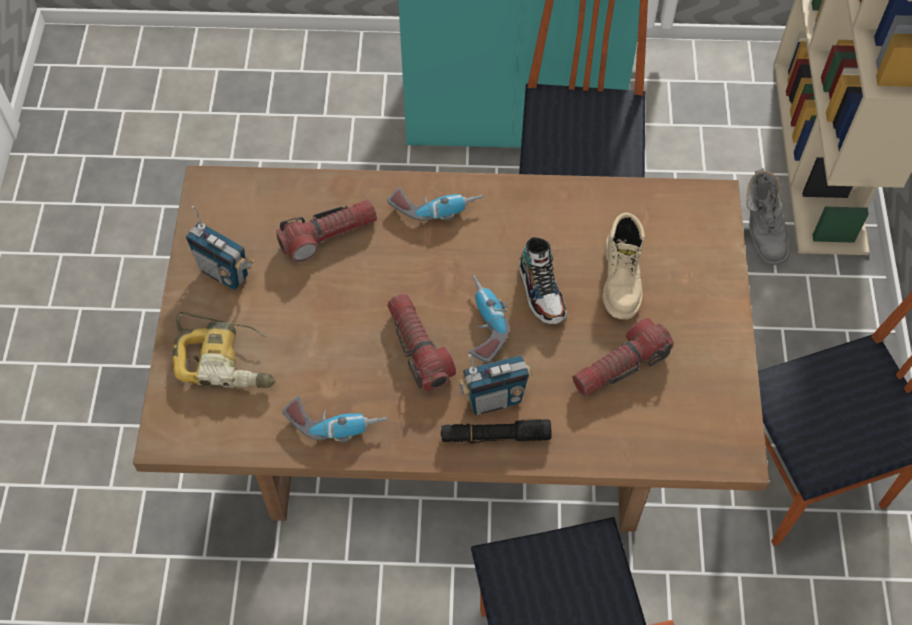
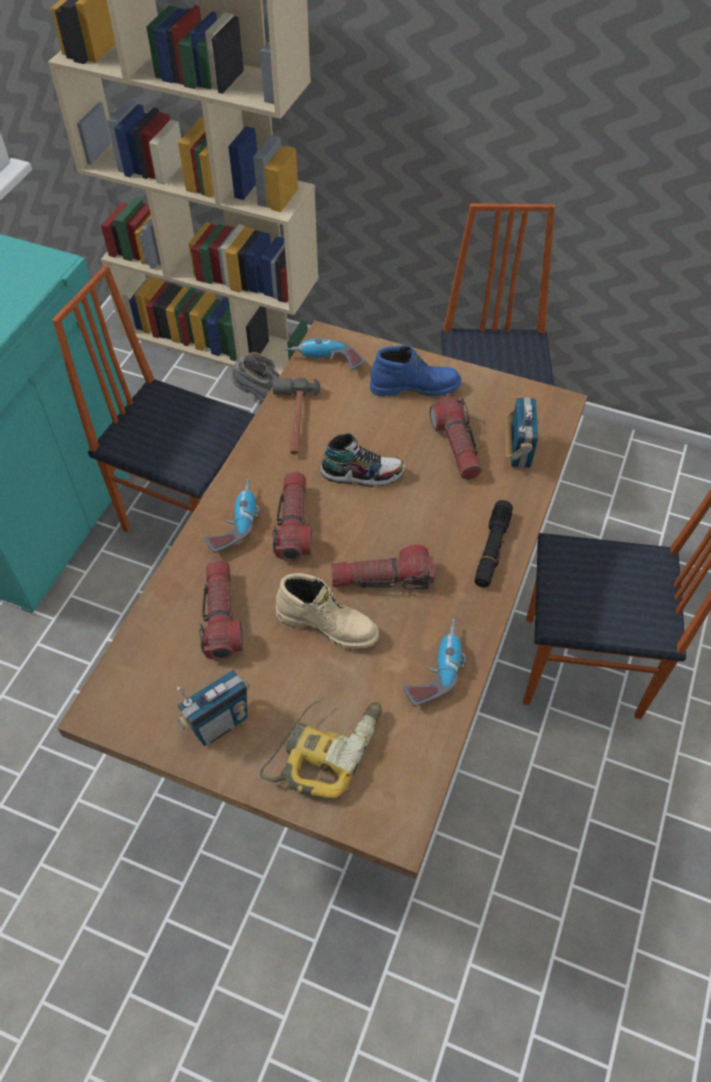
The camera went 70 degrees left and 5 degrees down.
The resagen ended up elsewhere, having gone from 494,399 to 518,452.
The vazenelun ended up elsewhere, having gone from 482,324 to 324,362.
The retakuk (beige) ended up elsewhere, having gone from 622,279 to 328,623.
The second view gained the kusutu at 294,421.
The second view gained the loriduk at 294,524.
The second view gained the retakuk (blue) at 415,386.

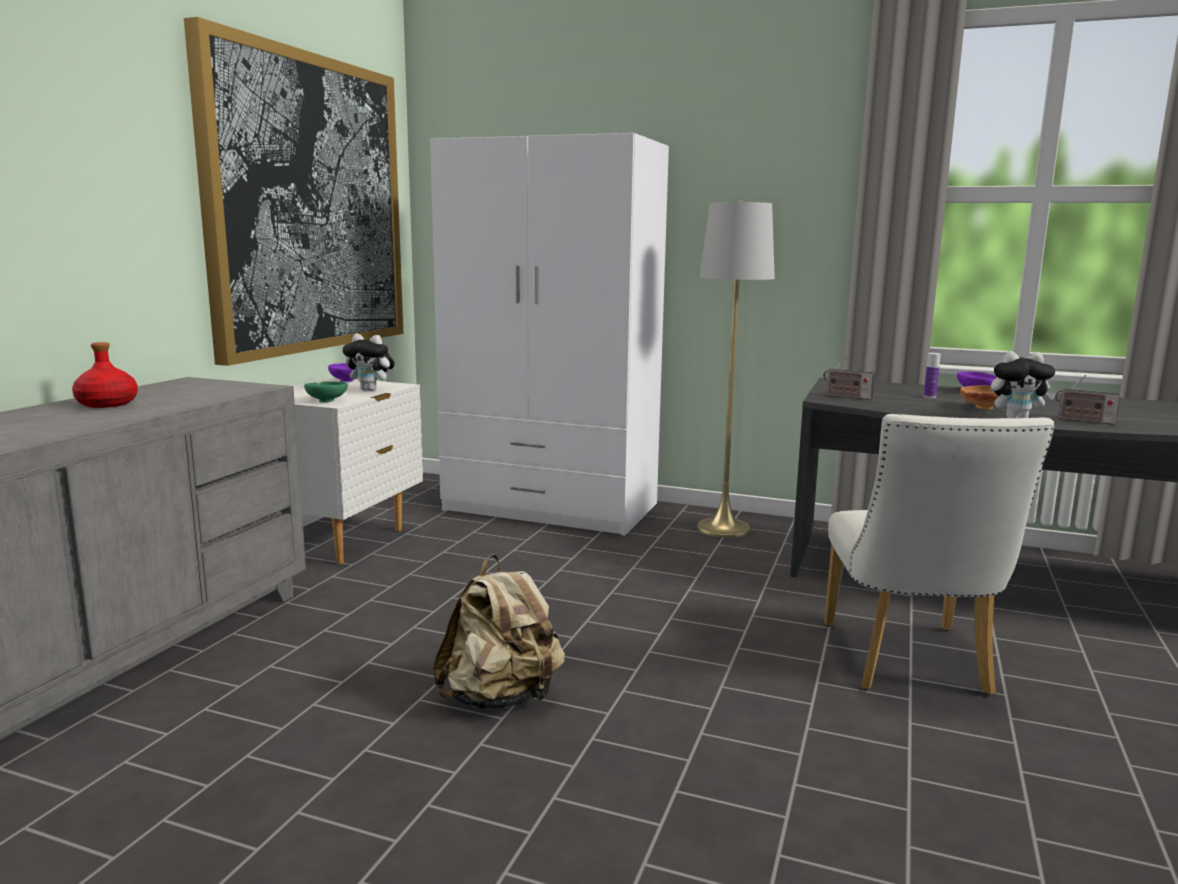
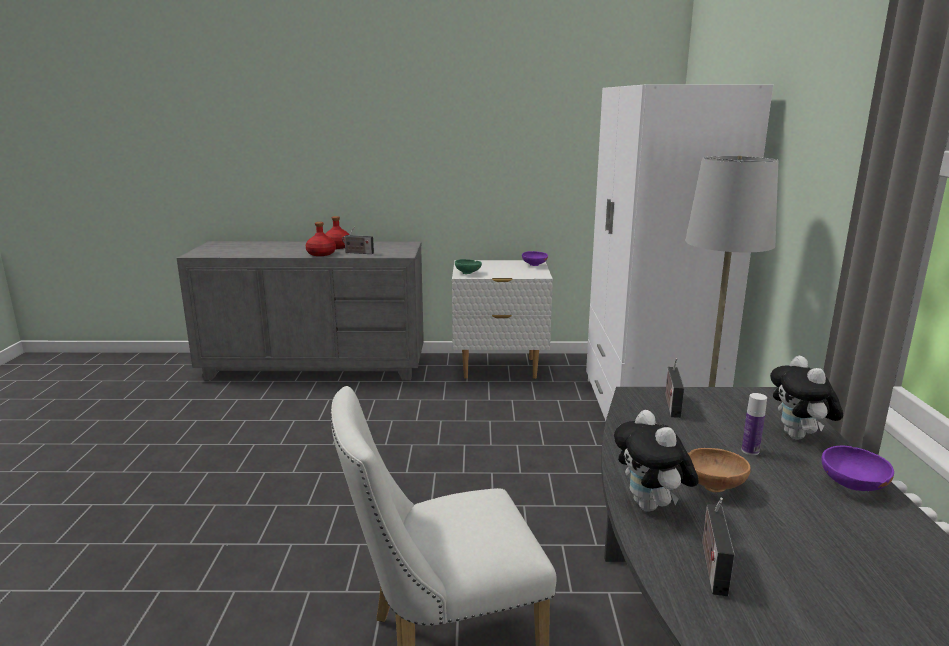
The camera went 70 degrees right and 5 degrees up.
The second view lost the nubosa at 308,205.
The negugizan ended up elsewhere, having gone from 371,390 to 799,437.
The second view lost the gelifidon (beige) at 501,698.
The second view gained the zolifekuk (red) at 321,254.
The second view gained the resagen at 357,253.

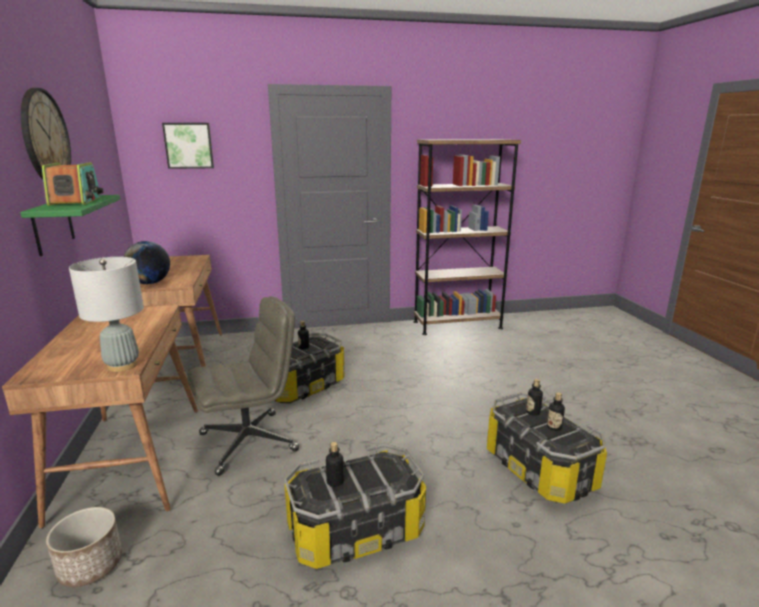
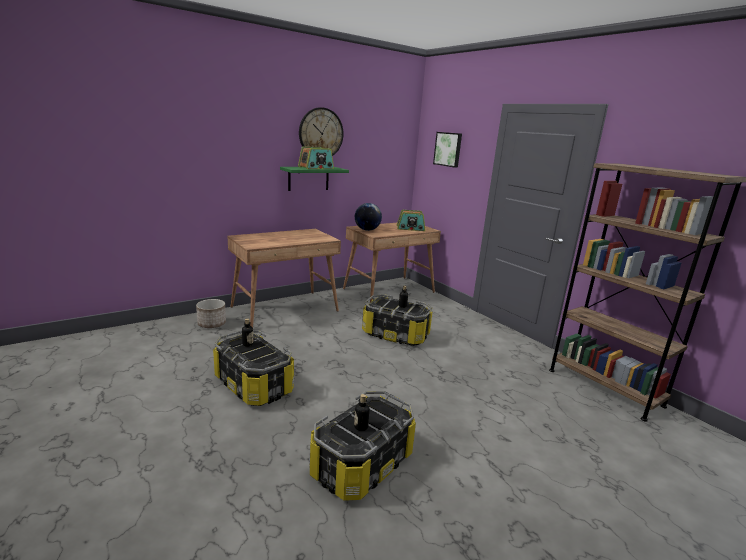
The camera went 65 degrees right and 0 degrees up.
The second view lost the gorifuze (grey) at 122,366.
The second view lost the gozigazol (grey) at 249,441.
The second view lost the zolifekuk at 533,412.
The second view gained the resagen at 410,228.

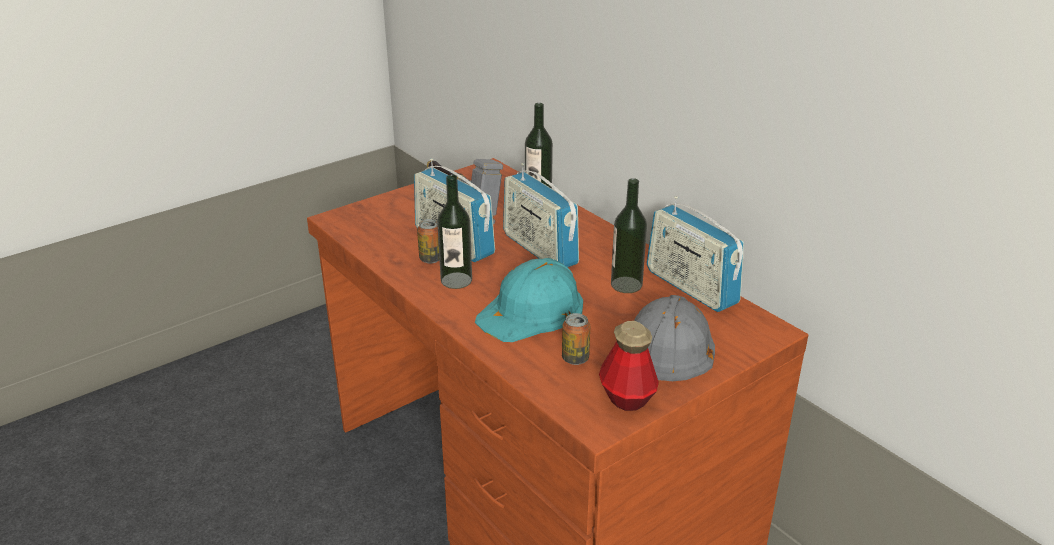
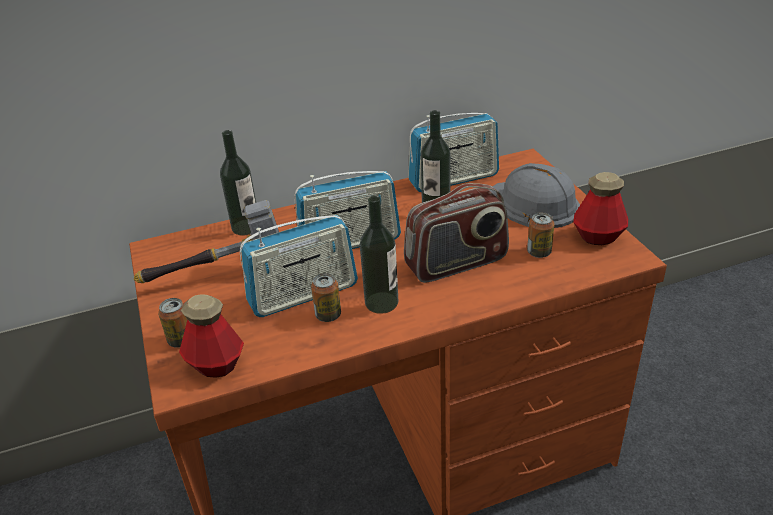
The camera went 70 degrees left and 5 degrees up.
Where the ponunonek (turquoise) stood at 532,310, the resagen came to stand at 456,263.
The second view gained the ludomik at 181,340.
The second view gained the zolifekuk at 216,365.

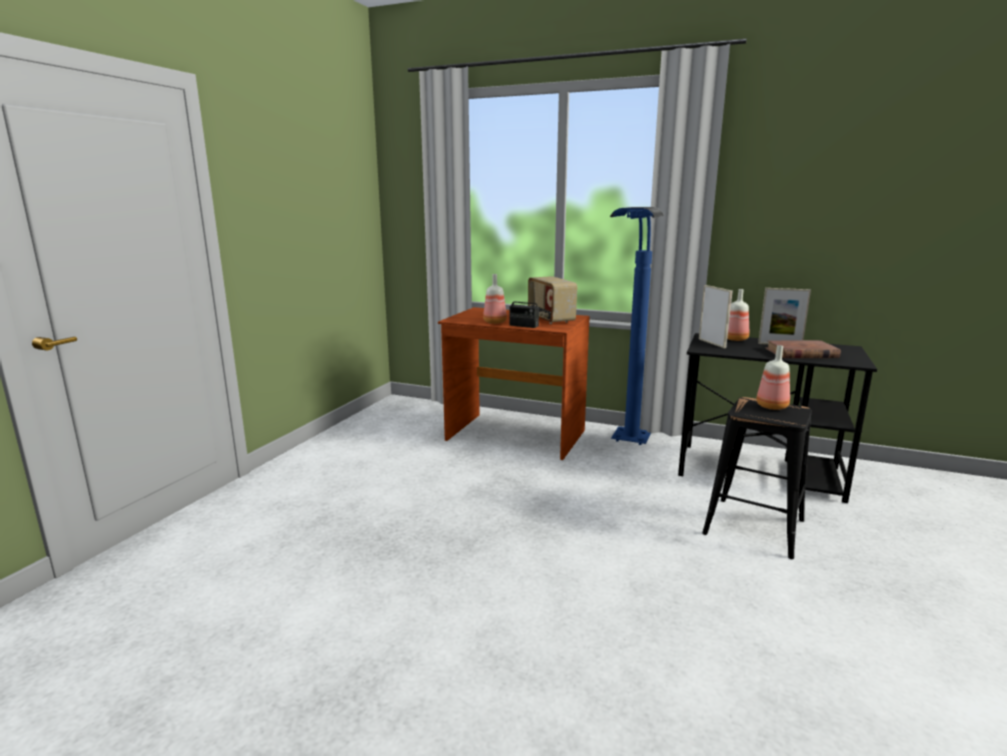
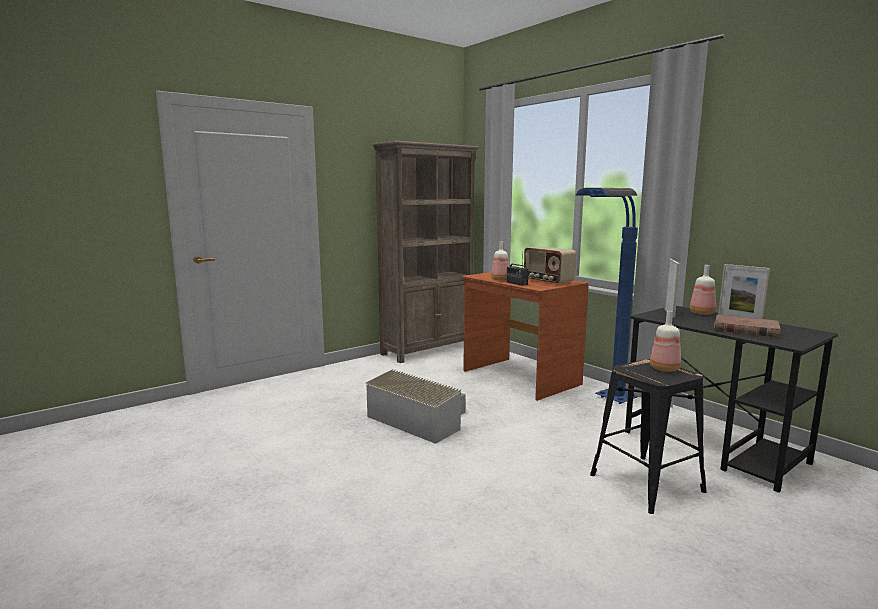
The camera went 30 degrees right and 5 degrees down.
The resagen at 550,319 ended up facing another way, 45 degrees counterclockwise from before.
The second view gained the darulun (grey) at 419,418.
The second view gained the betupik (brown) at 428,350.

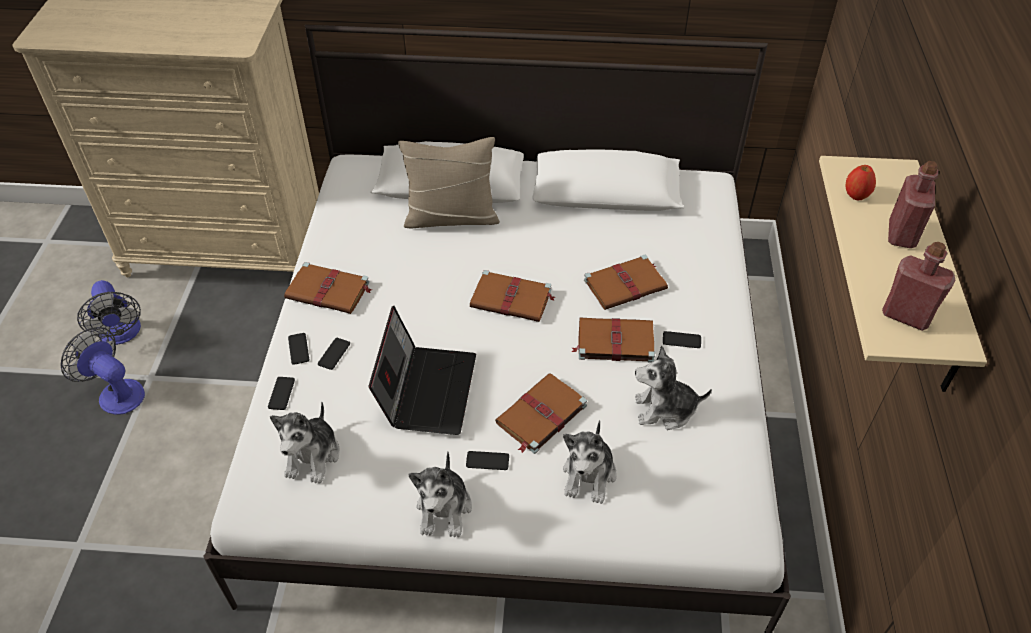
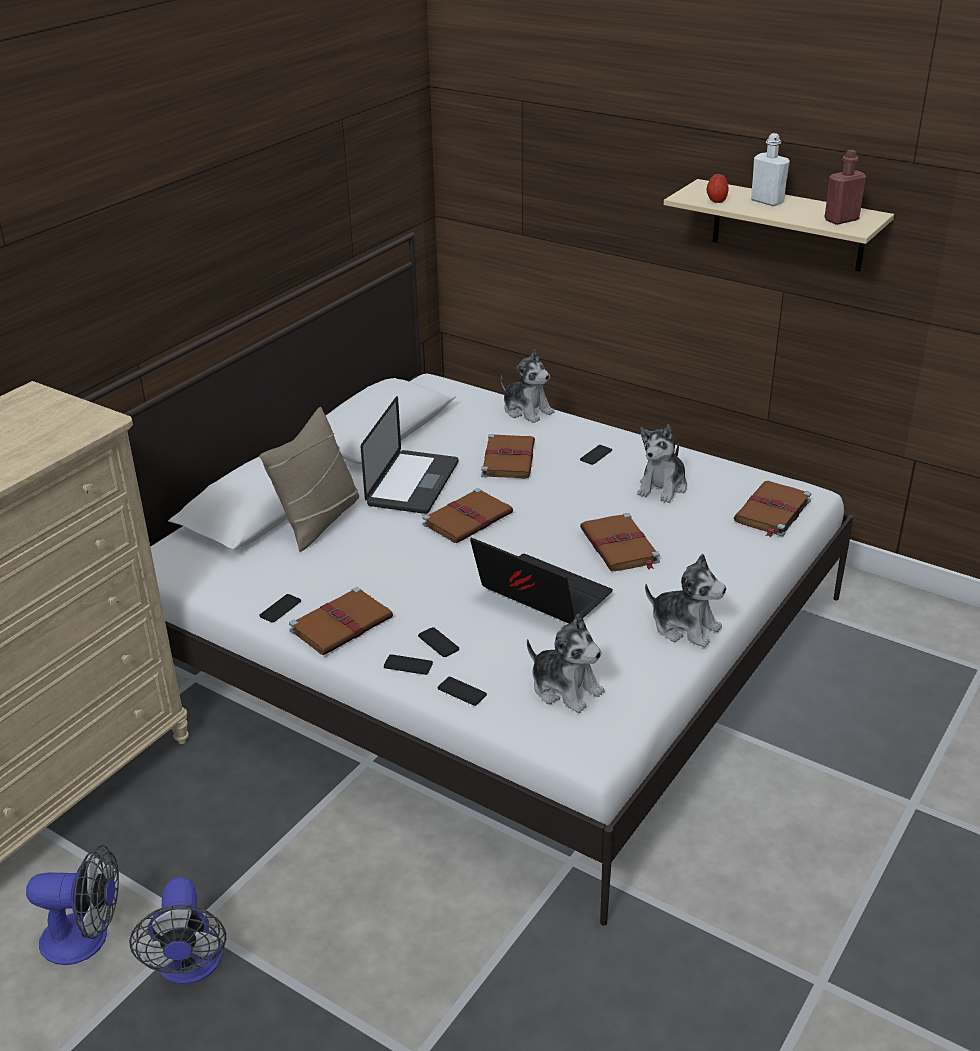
The camera went 60 degrees left and 15 degrees down.
The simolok at 116,393 ended up facing another way, 75 degrees counterclockwise from before.
The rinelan ended up elsewhere, having gone from 487,461 to 280,609.
The negugizan ended up elsewhere, having gone from 589,475 to 527,410.
The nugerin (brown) ended up elsewhere, having gone from 614,341 to 772,512.
What was the zolifekuk (red) at 901,234 turned into the zolifekuk (white) at 767,201.
The second view gained the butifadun at 413,483.

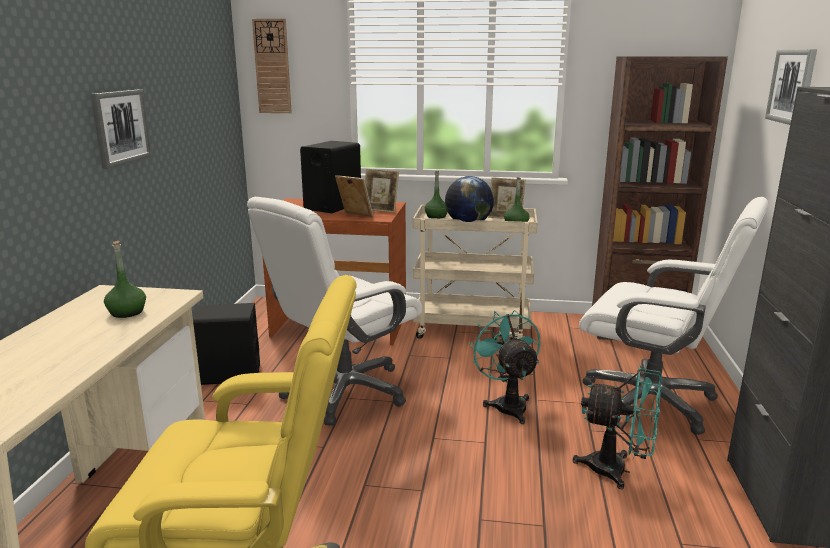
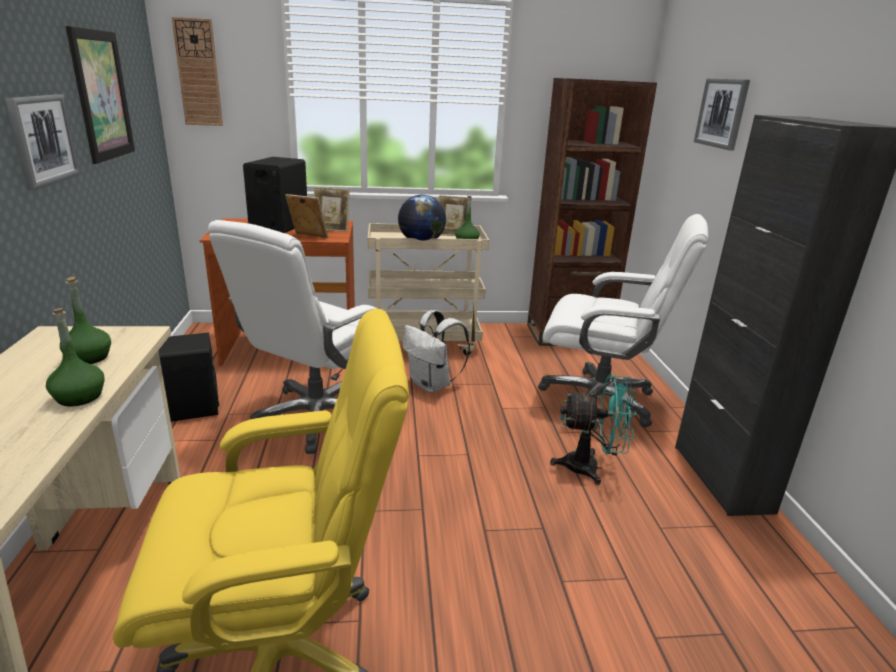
The camera went 15 degrees left and 5 degrees up.
The zolifekuk (green) ended up elsewhere, having gone from 436,216 to 79,397.
The second view lost the simolok (turquoise) at 507,404.
The second view gained the nubosa at 102,95.
The second view gained the gelifidon (white) at 432,385.

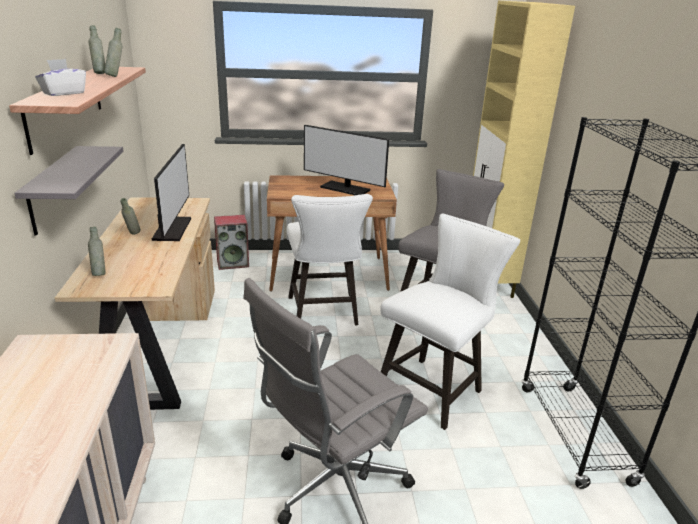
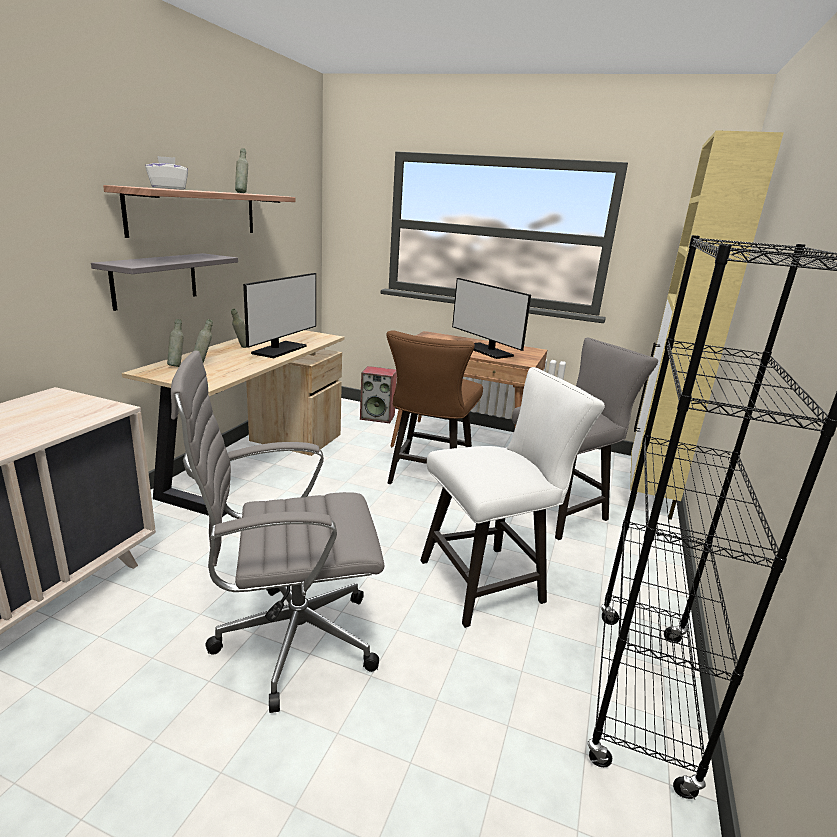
The camera went 25 degrees right and 5 degrees down.
The zolifekuk (grey) ended up elsewhere, having gone from 116,76 to 203,364.
What was the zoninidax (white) at 324,314 turned into the zoninidax (brown) at 427,478.

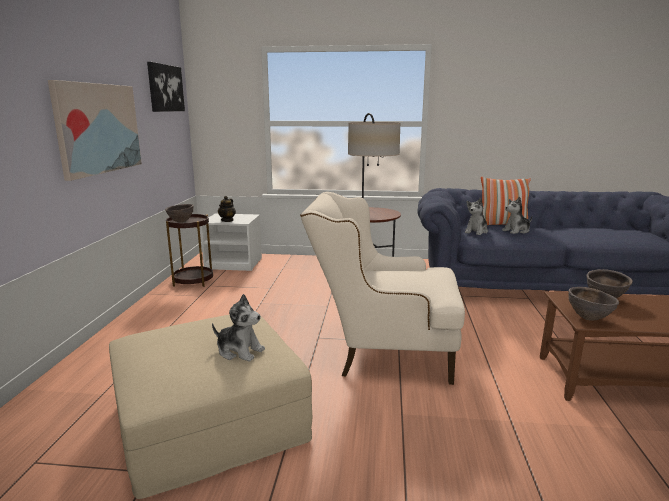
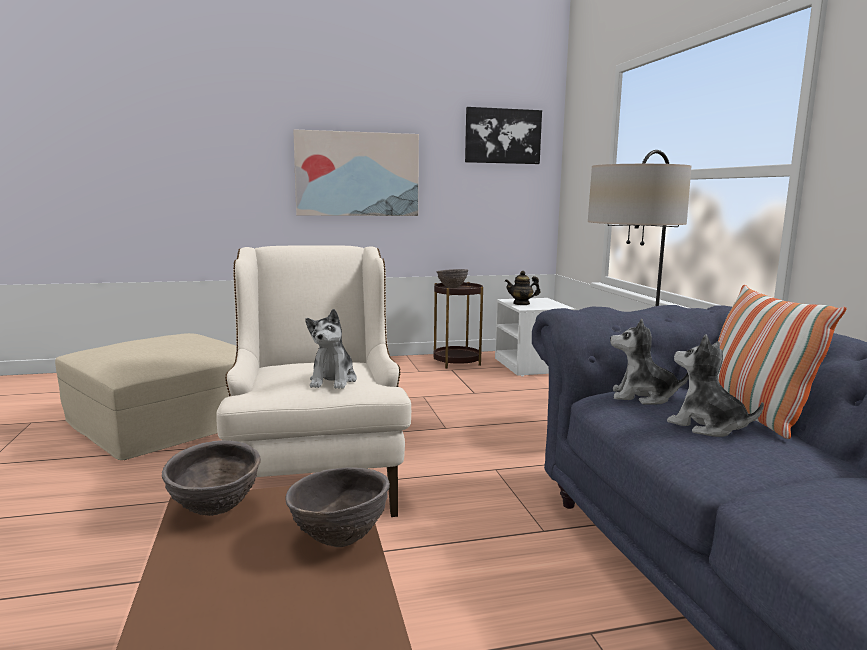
The camera went 70 degrees right and 5 degrees down.
The negugizan ended up elsewhere, having gone from 239,351 to 333,380.

